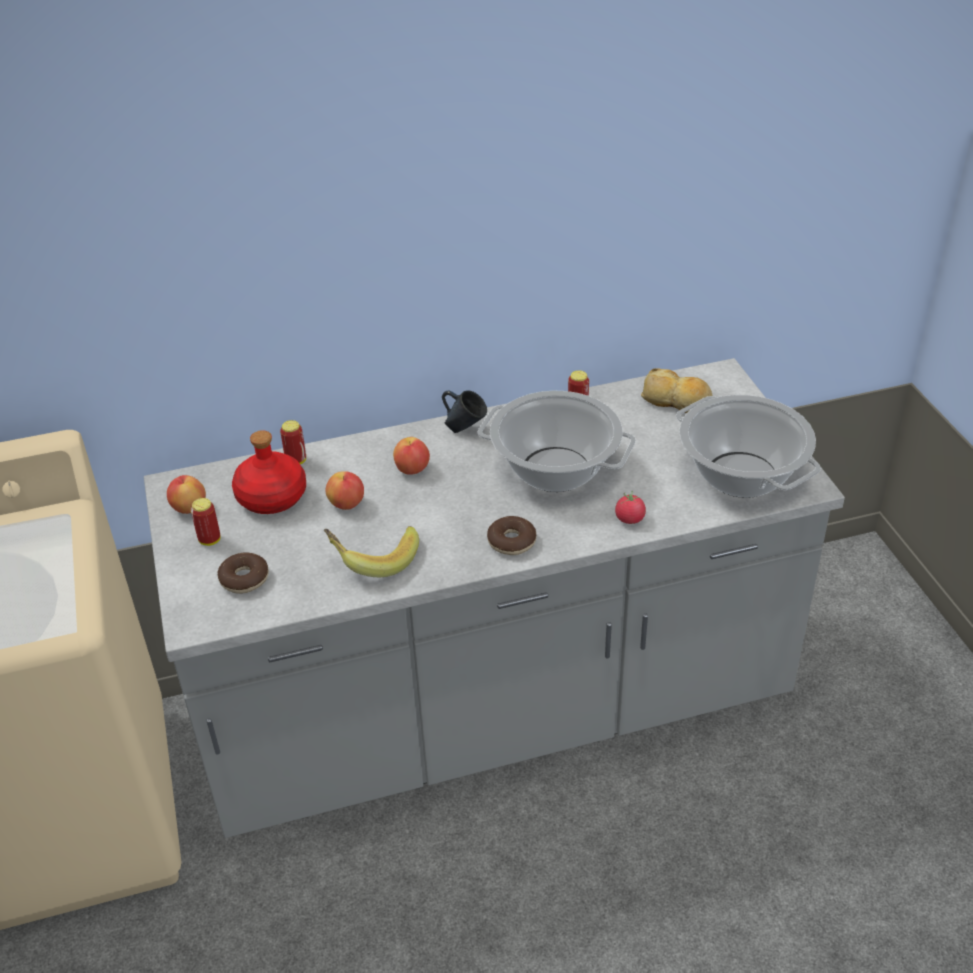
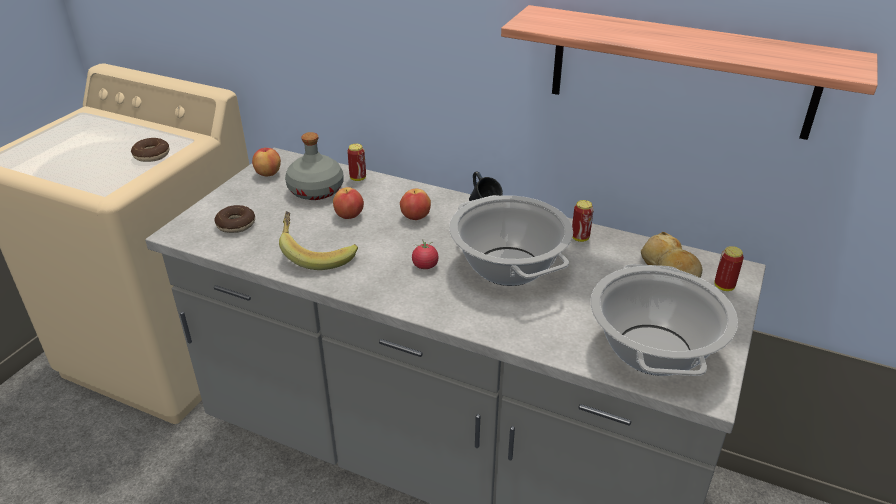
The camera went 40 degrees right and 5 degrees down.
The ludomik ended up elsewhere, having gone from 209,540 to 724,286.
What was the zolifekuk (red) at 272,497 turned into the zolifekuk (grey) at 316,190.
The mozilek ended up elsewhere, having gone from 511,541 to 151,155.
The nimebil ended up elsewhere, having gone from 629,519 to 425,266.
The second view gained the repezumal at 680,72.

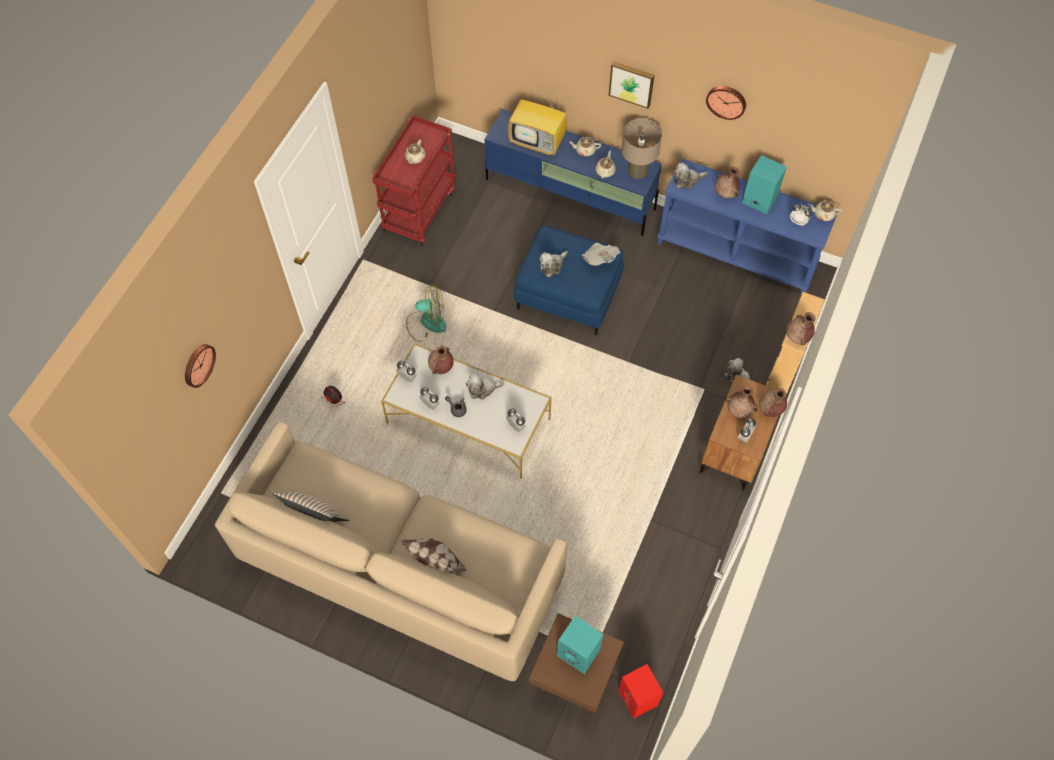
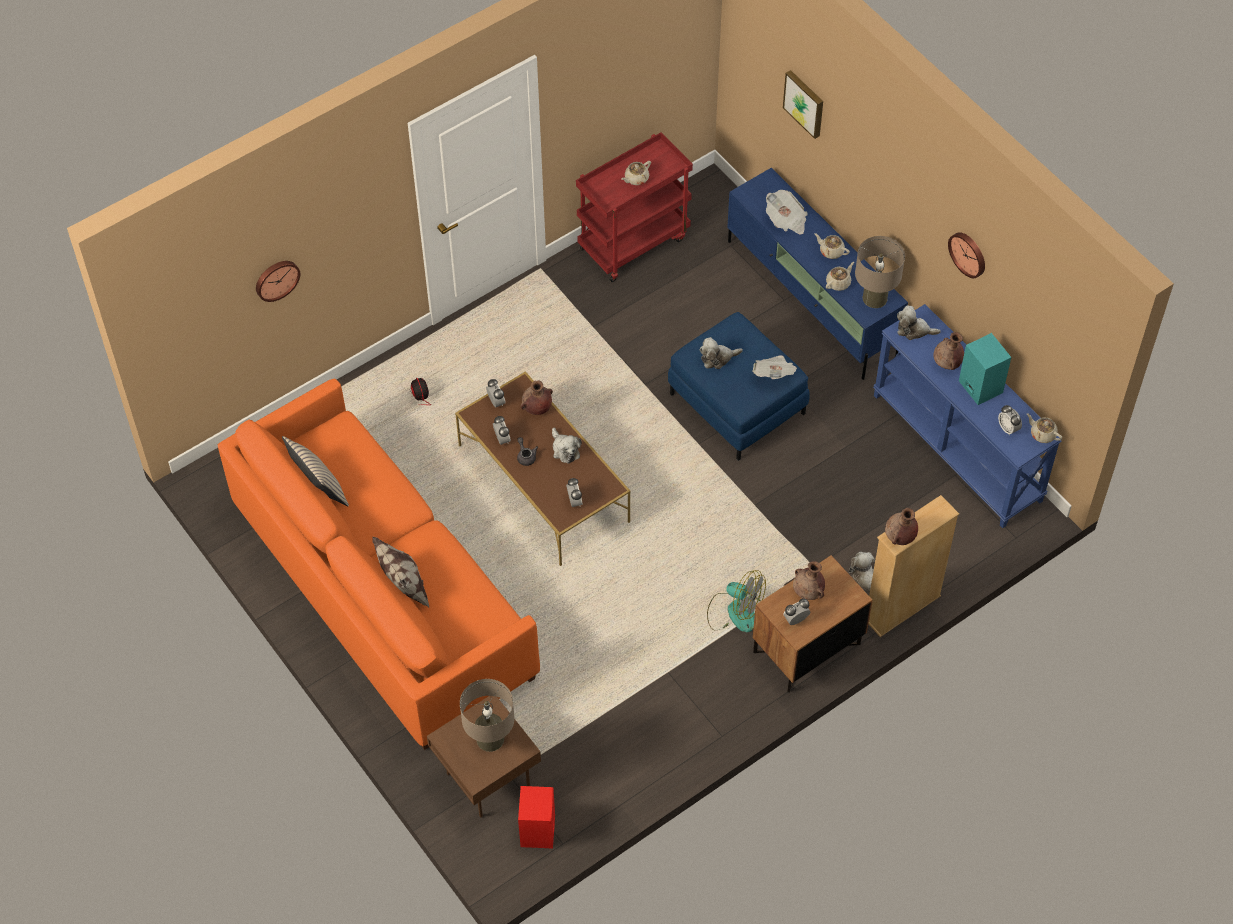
The camera went 30 degrees right and 5 degrees down.
What was the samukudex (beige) at 399,568 turned into the samukudex (orange) at 383,590.
What was the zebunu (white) at 467,421 turned into the zebunu (brown) at 543,483.
The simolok ended up elsewhere, having gone from 426,322 to 734,611.
The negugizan at 483,389 ended up facing another way, 135 degrees counterclockwise from before.
Where the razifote stood at 538,142, the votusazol came to stand at 786,220.
Where the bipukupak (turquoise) stood at 579,653, the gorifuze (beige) came to stand at 490,739.
The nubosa ended up elsewhere, having gone from 632,83 to 805,103.
The second view lost the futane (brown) at 770,409.

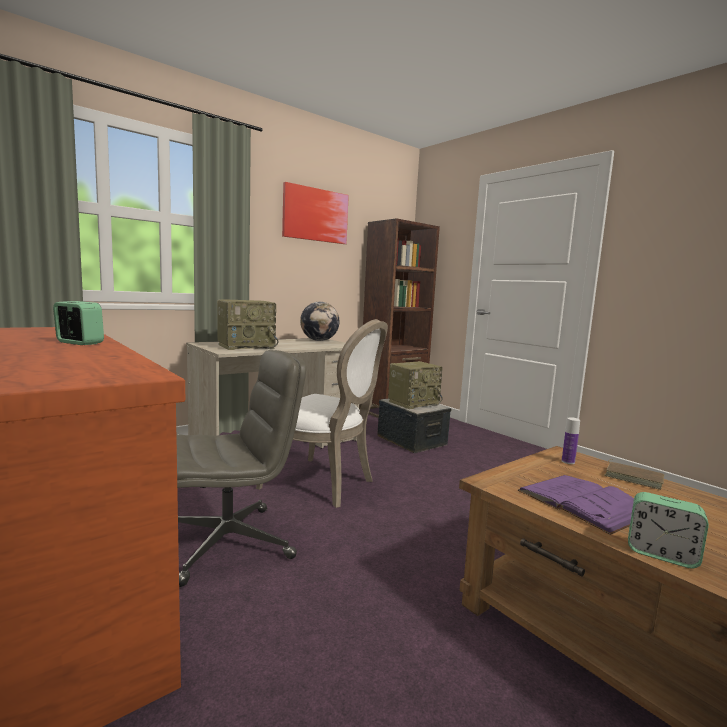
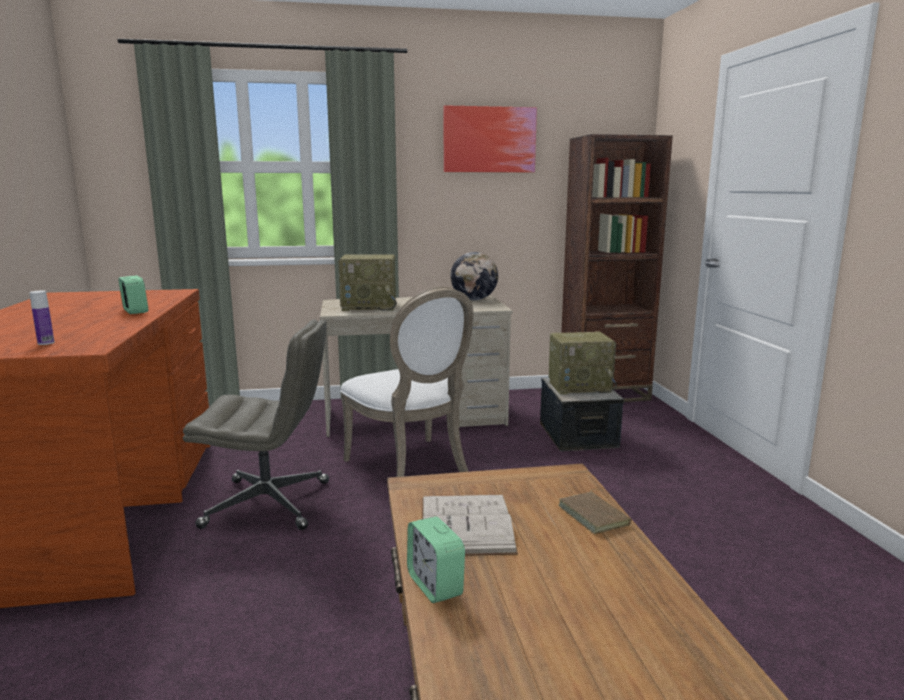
The camera went 30 degrees right and 5 degrees up.
What was the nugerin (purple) at 583,502 turned into the nugerin (white) at 466,524.
The zolifekuk ended up elsewhere, having gone from 568,462 to 46,343.

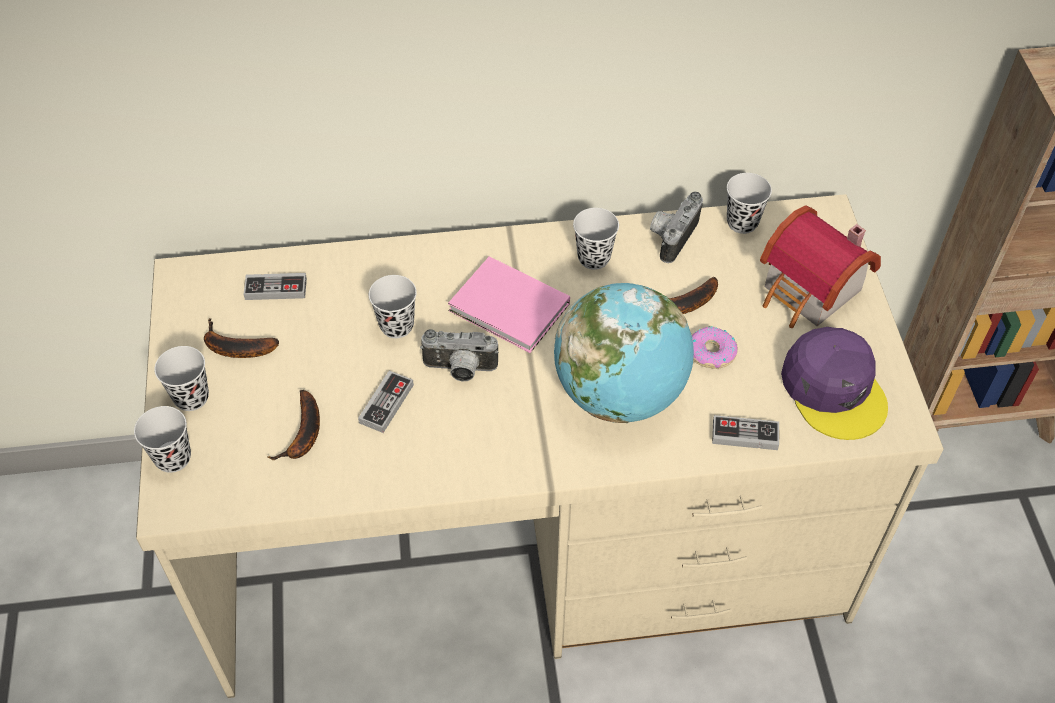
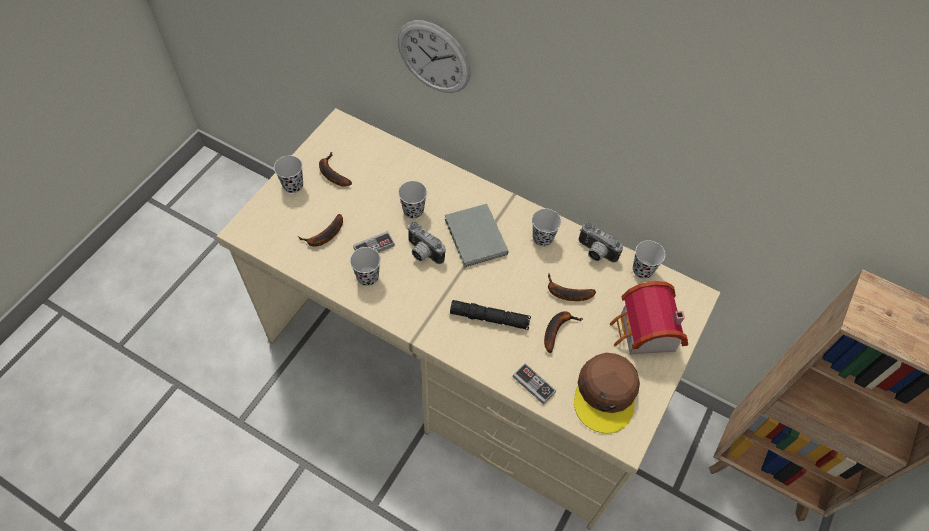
The camera went 35 degrees right and 5 degrees up.
The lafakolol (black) ended up elsewhere, having gone from 173,458 to 368,277.
The second view lost the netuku at 276,289.
What was the nugerin (pink) at 510,309 turned into the nugerin (grey) at 475,238.
Where the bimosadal stood at 620,393, the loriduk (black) came to stand at 489,318.
The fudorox at 671,236 ended up facing another way, 120 degrees counterclockwise from before.
Where the mozilek stood at 711,353, the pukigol came to stand at 557,329.
What was the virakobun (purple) at 834,389 turned into the virakobun (brown) at 606,394.
The second view gained the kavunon at 433,57.

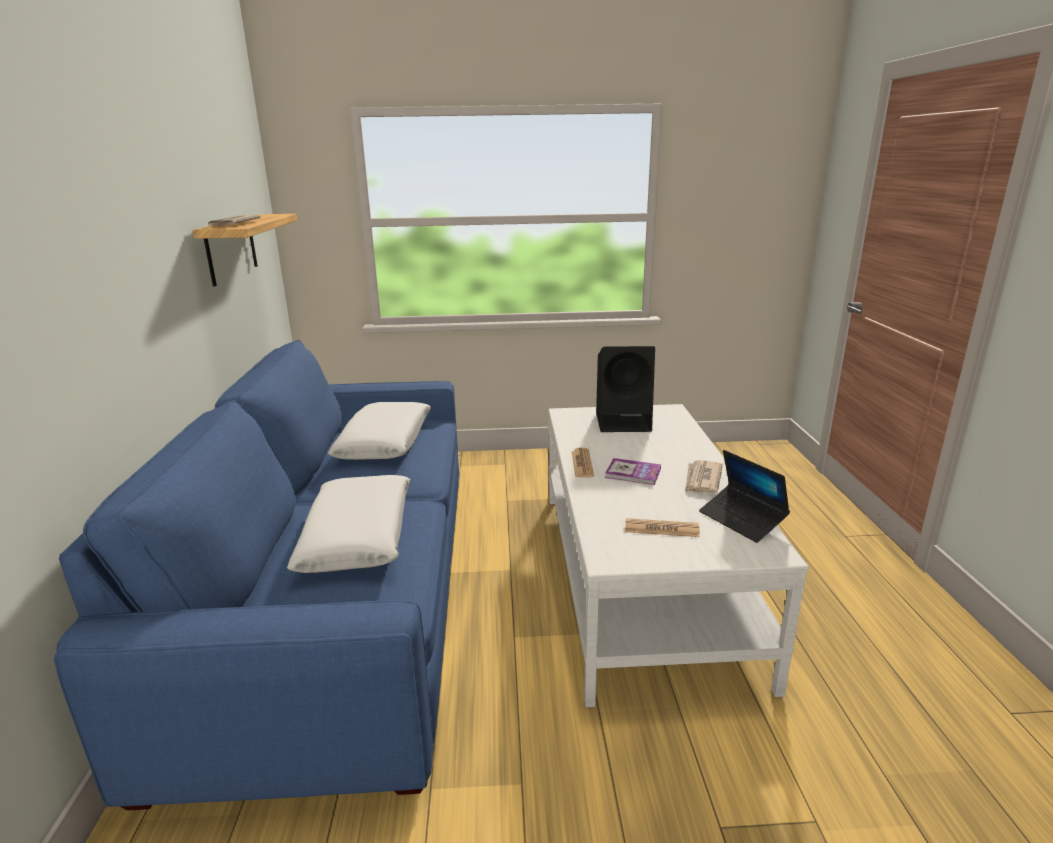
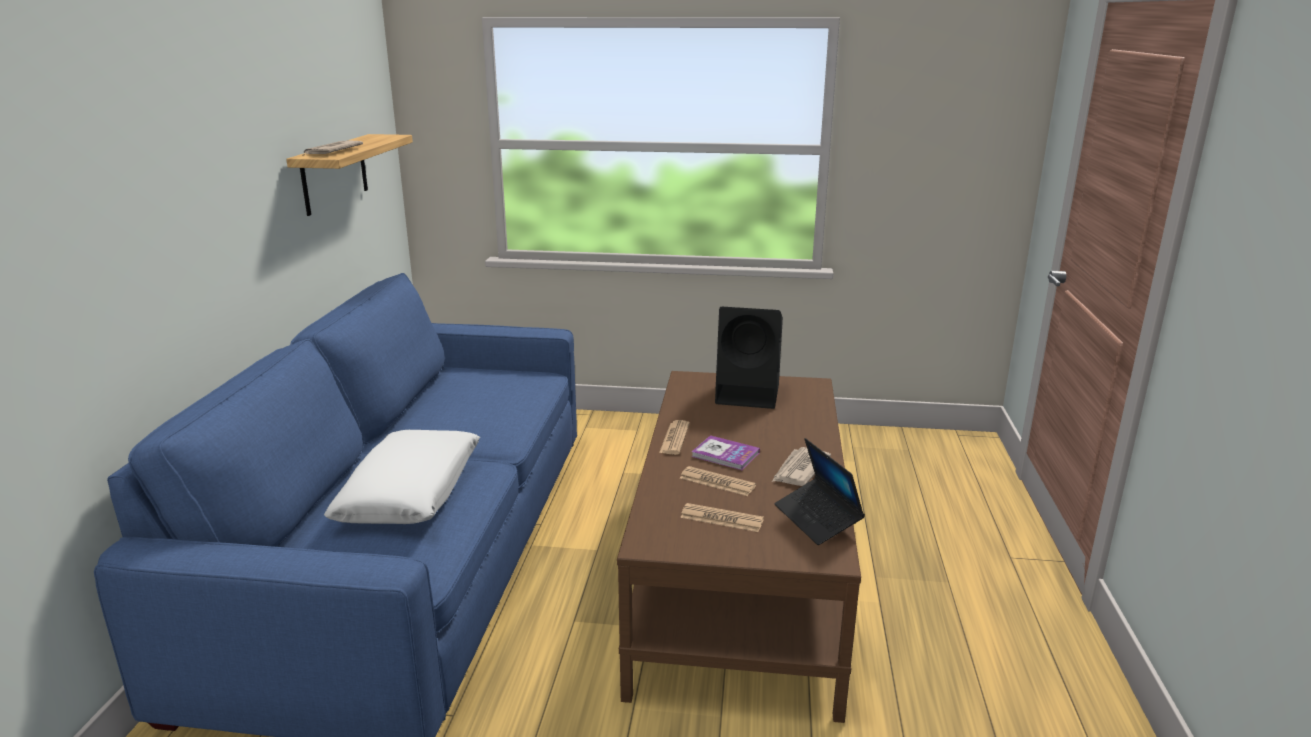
The camera went 10 degrees right and 0 degrees up.
The second view lost the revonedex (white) at 385,442.
What was the zebunu (white) at 640,576 turned into the zebunu (brown) at 739,574.
The second view gained the votusazol at 717,482.

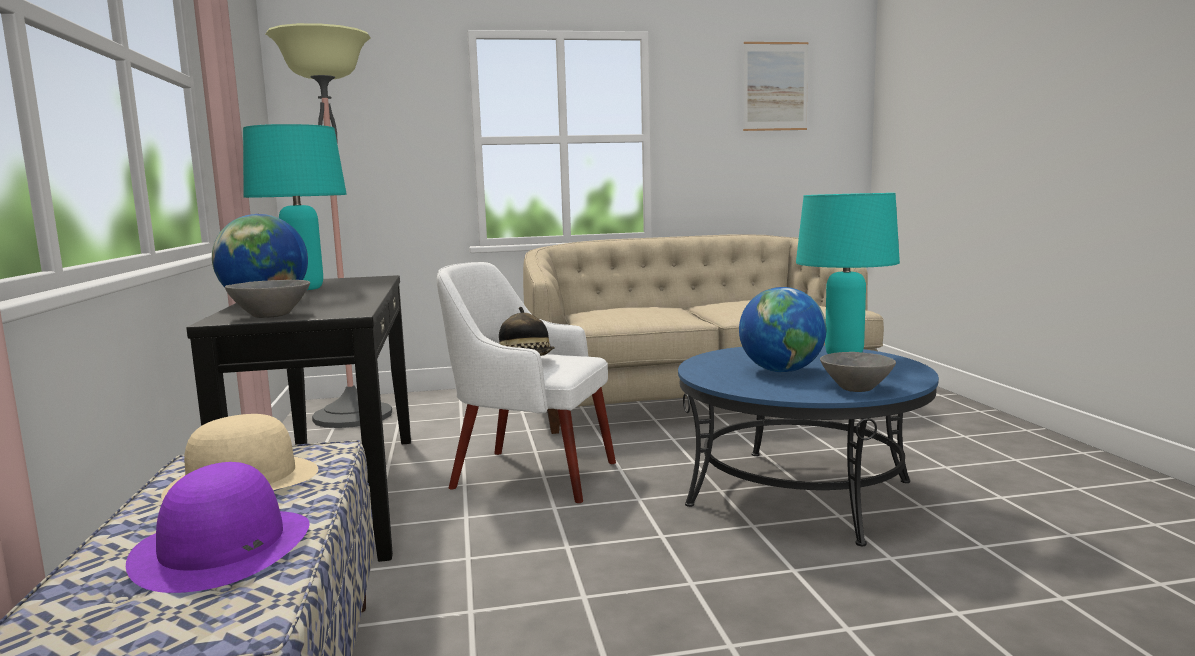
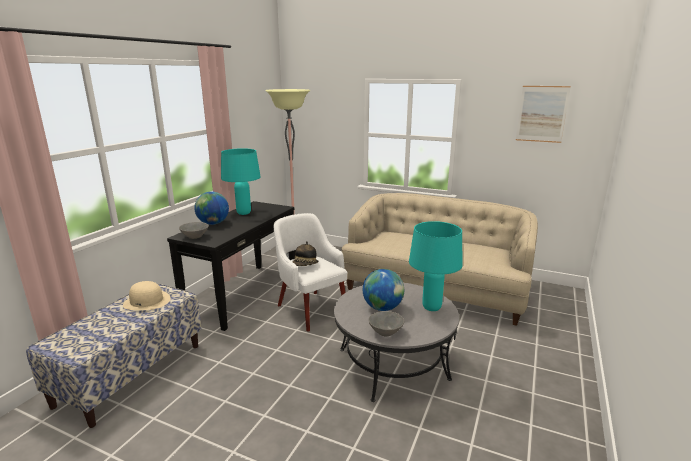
The camera went 35 degrees right and 10 degrees up.
The second view lost the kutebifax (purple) at 223,547.
What was the zebunu (blue) at 800,492 turned into the zebunu (grey) at 393,364.

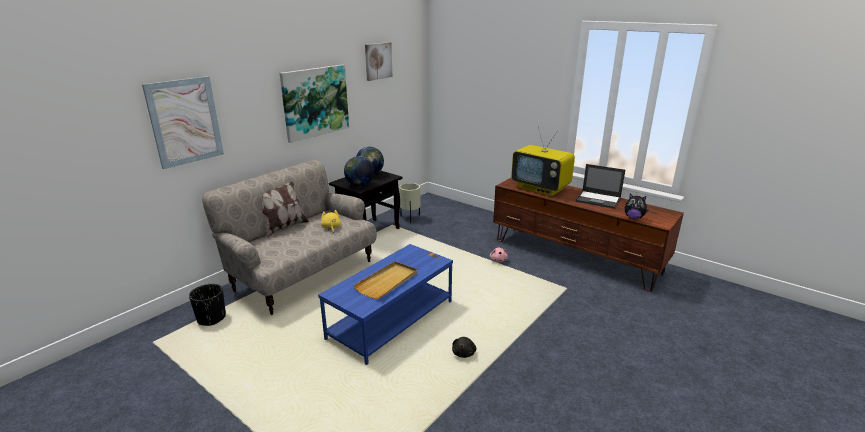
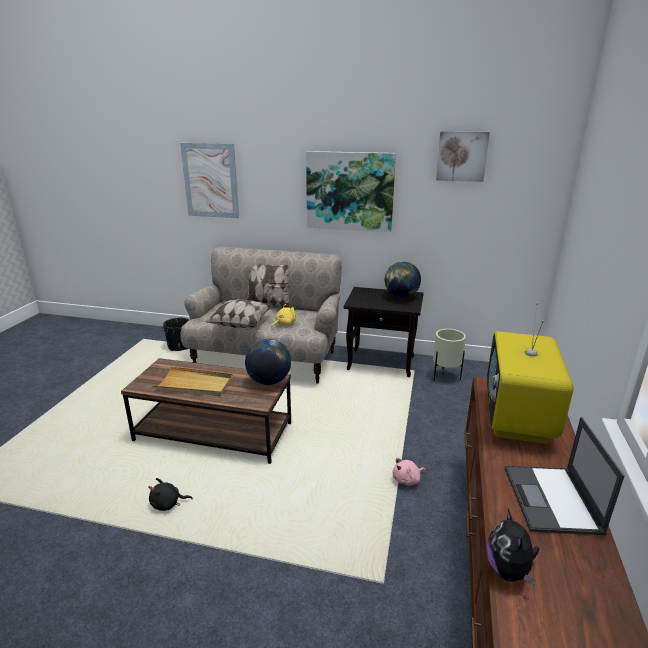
The camera went 65 degrees right and 0 degrees up.
What was the zebunu (blue) at 391,319 turned into the zebunu (brown) at 214,432.
The bimosadal ended up elsewhere, having gone from 360,185 to 269,381.
The second view gained the revonedex at 240,324.

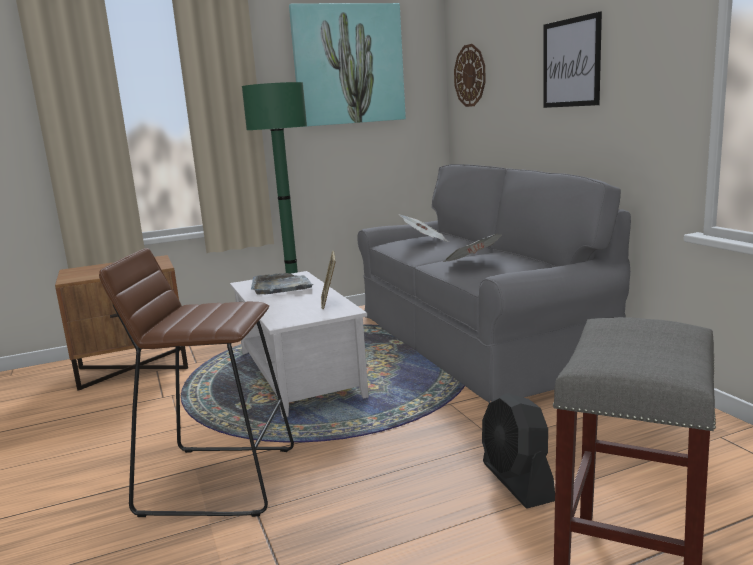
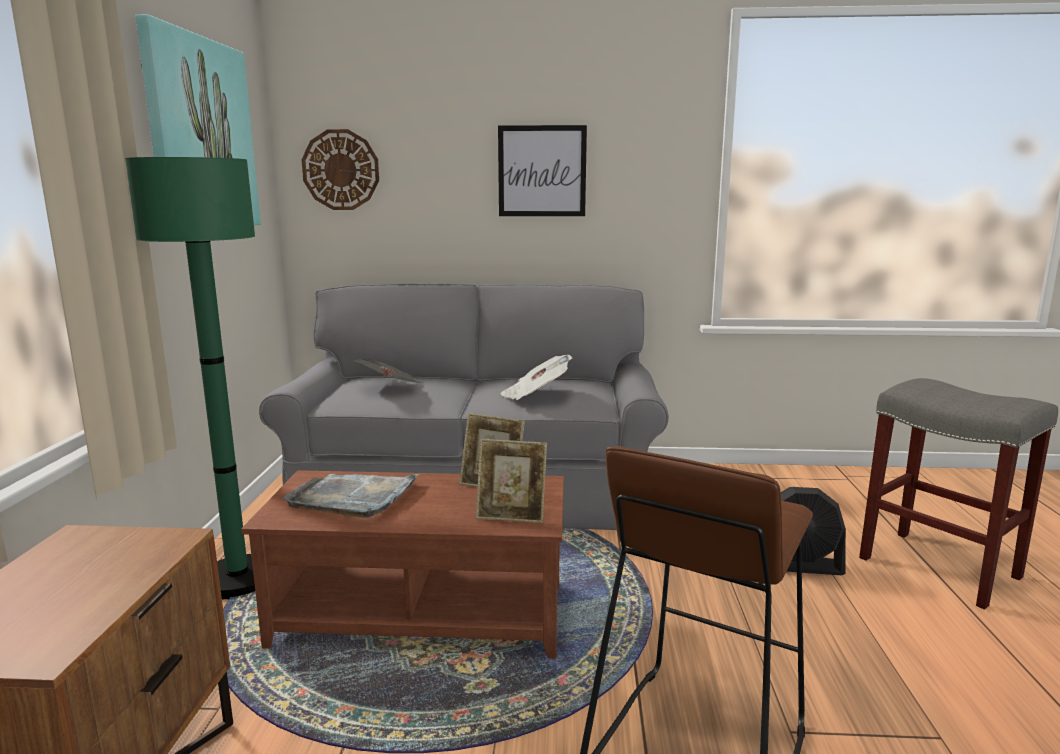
The camera went 65 degrees left and 0 degrees up.
What was the zebunu (white) at 300,374 turned into the zebunu (brown) at 422,615.
The second view gained the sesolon at 511,515.

